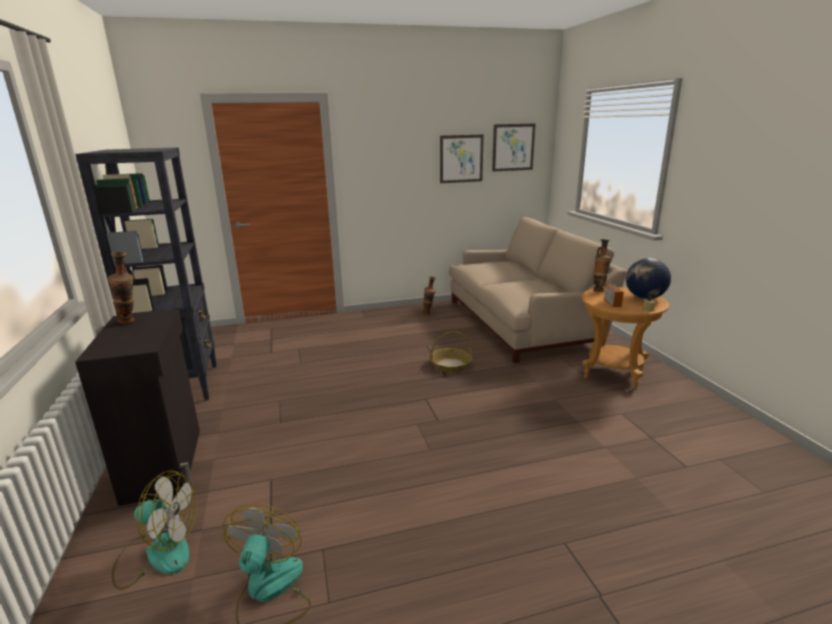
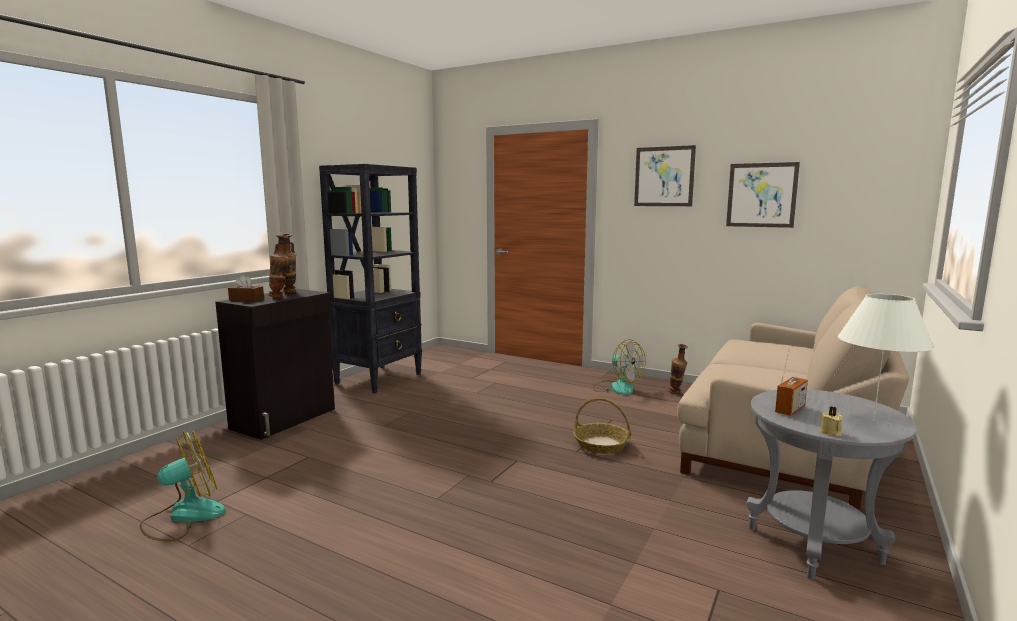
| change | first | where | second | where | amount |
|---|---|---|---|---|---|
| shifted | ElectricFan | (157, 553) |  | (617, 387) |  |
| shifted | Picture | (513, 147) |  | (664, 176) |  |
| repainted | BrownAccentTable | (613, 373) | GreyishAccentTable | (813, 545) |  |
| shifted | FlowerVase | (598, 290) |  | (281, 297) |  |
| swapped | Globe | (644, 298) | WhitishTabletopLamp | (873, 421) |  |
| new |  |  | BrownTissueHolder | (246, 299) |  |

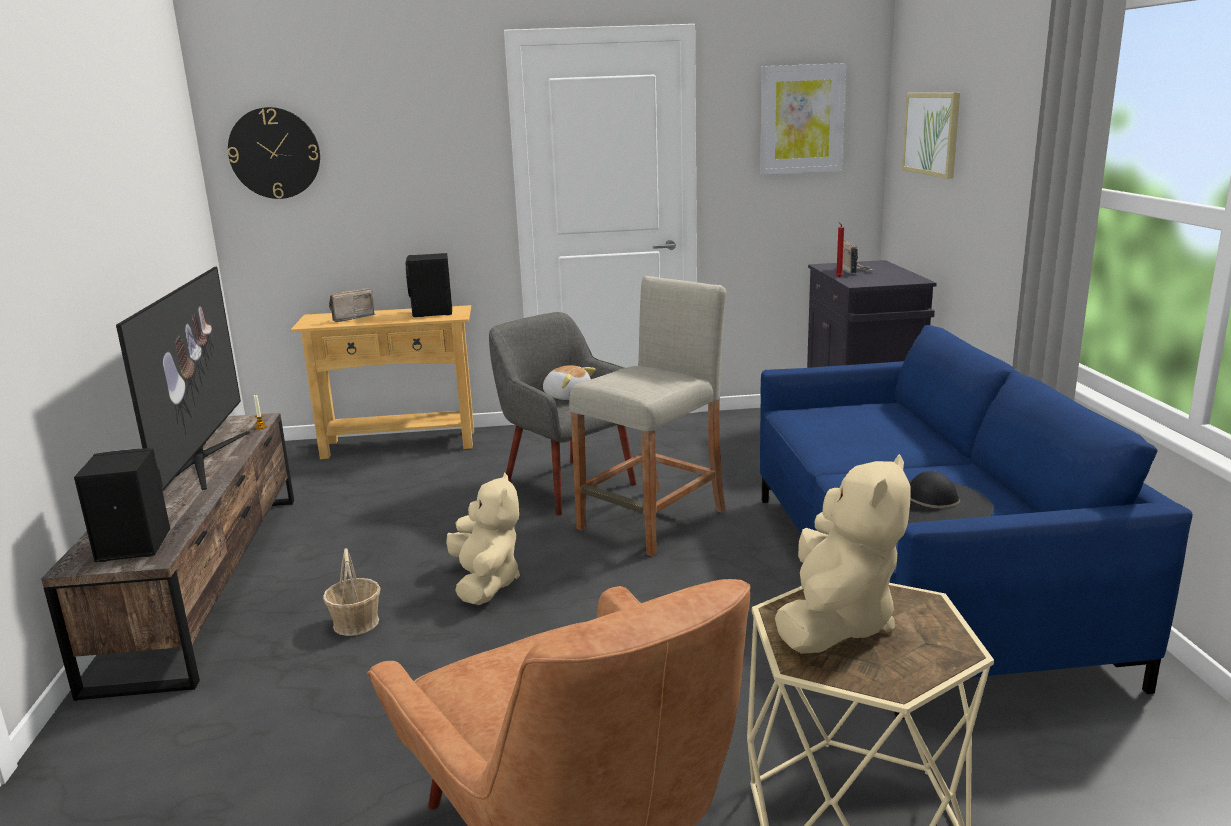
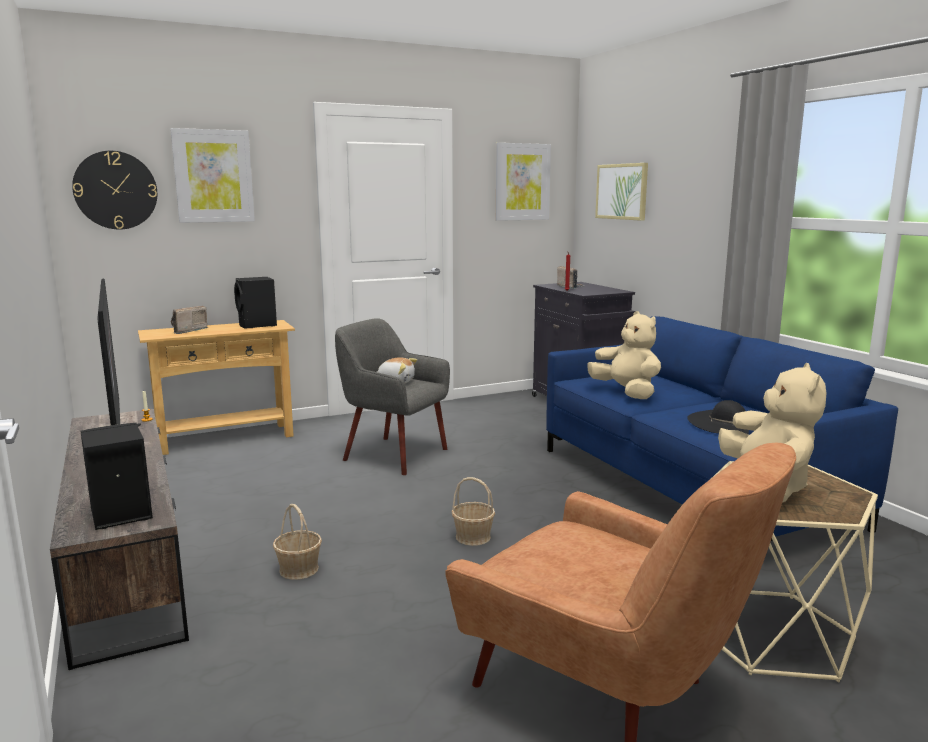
| change | first | where | second | where | amount |
|---|---|---|---|---|---|
| shifted | BeigeCuddlyToy | (485, 583) |  | (626, 392) |  |
| gone | BeigeStoolSeat | (653, 520) |  |  |  |
| new |  |  | Picture | (213, 176) |  |
| new |  |  | HouseholdBasket | (473, 537) |  |

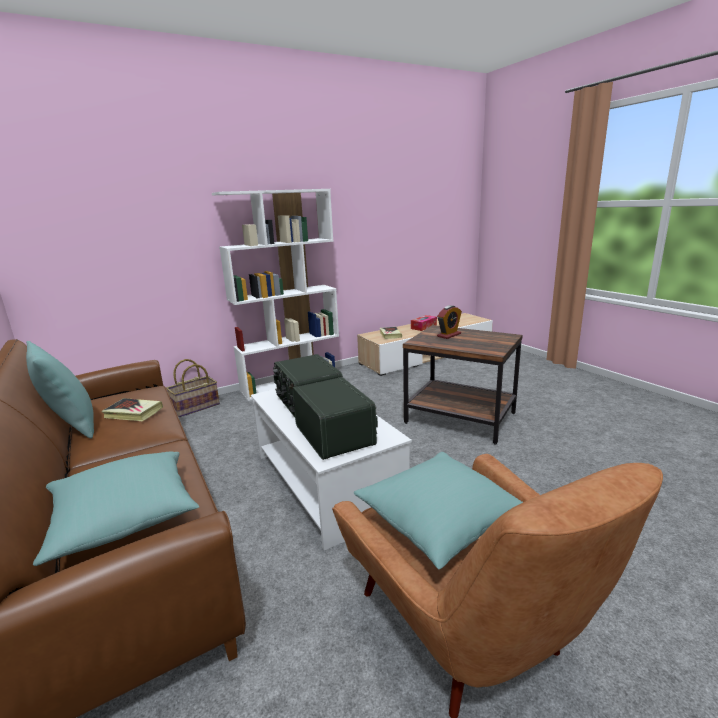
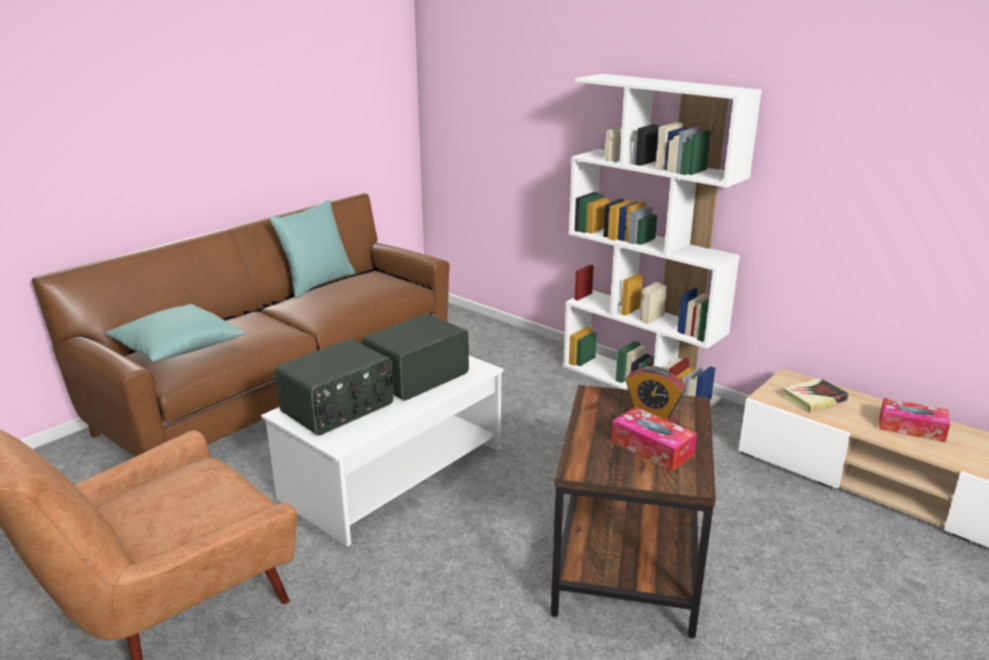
| change | first | where | second | where | amount |
|---|---|---|---|---|---|
| gone | BoundBook | (133, 413) |  |  |  |
| gone | HouseholdBasket | (195, 407) |  |  |  |
| gone | TurquoiseColouredThrowPillow | (440, 521) |  |  |  |
| new |  |  | TissueHolder | (652, 448) |  |

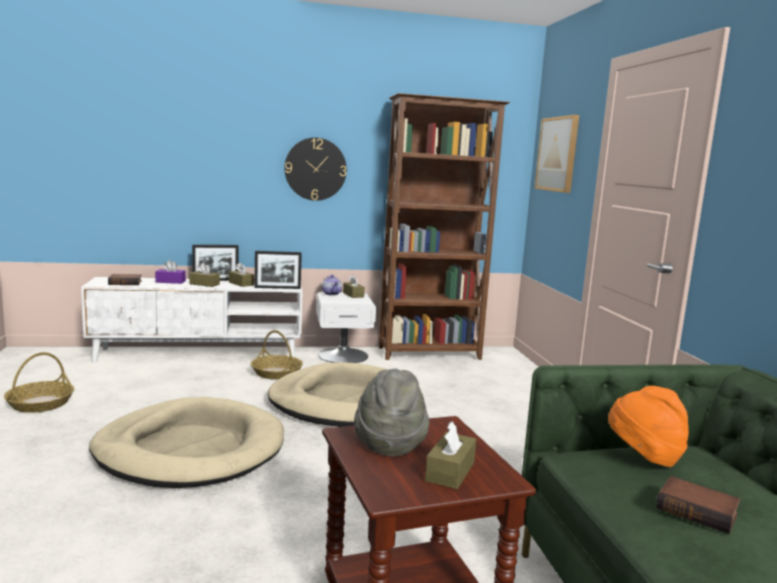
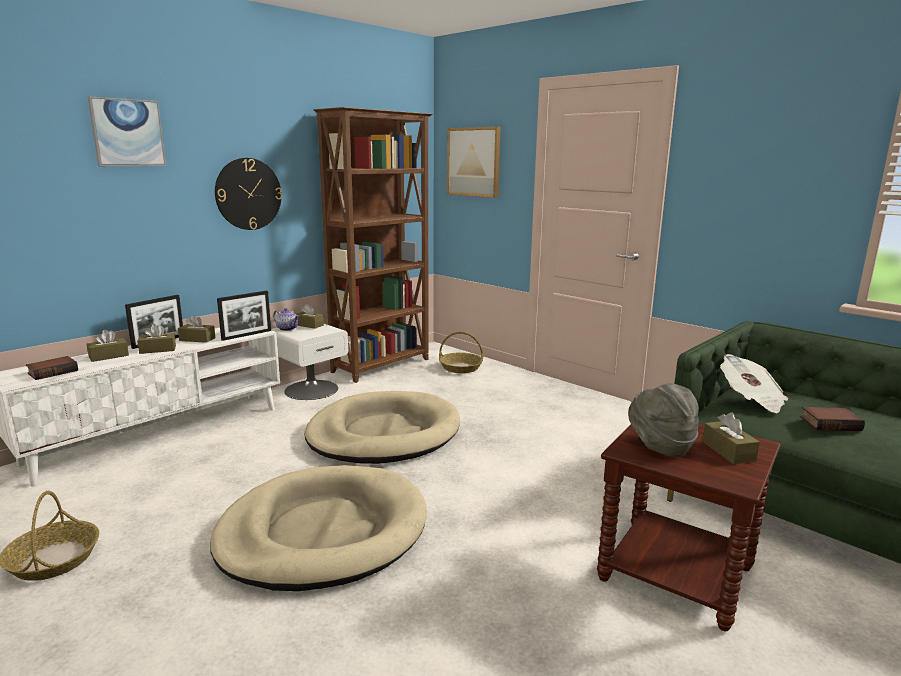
| change | first | where | second | where | amount |
|---|---|---|---|---|---|
| repainted | PurpleColouredTissueHolder | (170, 281) | BrownTissueHolder | (109, 356) |  |
| shifted | HouseholdBasket | (277, 373) |  | (461, 368) |  |
| swapped | OrangeClothingHat | (644, 456) | DailyPaper | (751, 400) |  |
| new |  |  | Picture | (127, 132) |  |

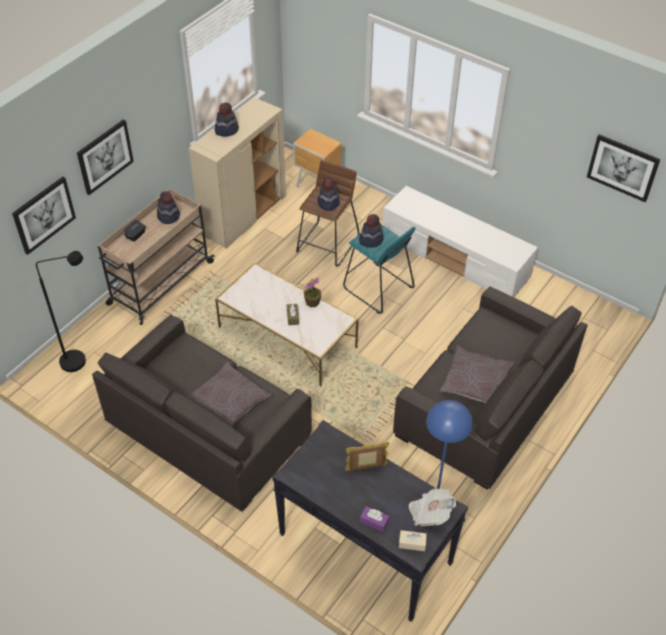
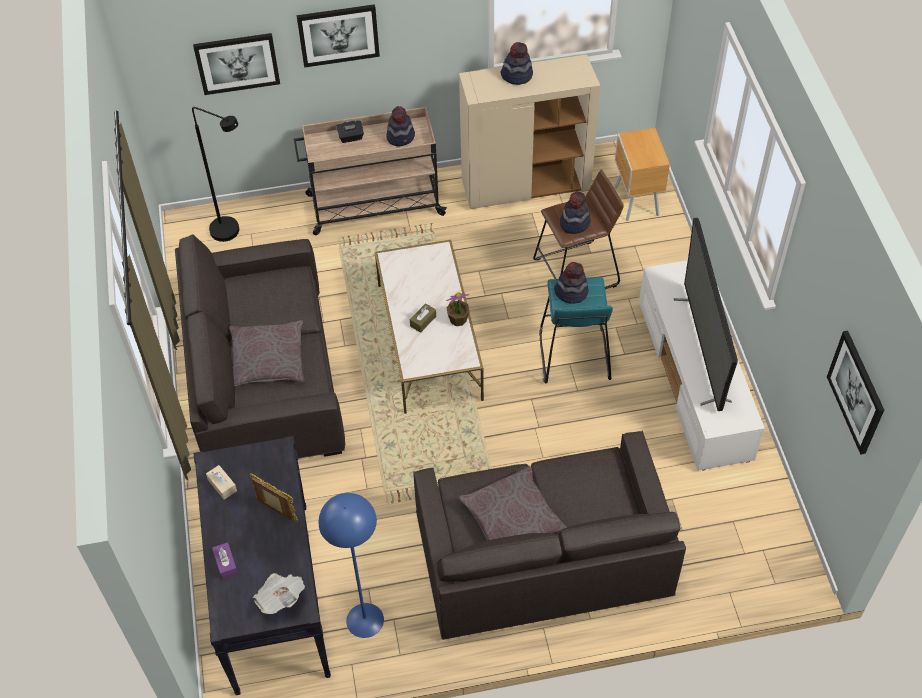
| change | first | where | second | where | amount |
|---|---|---|---|---|---|
| shifted | BeigeTissueHolder | (412, 543) |  | (222, 485) |  |
| new |  |  | Television | (702, 348) |  |

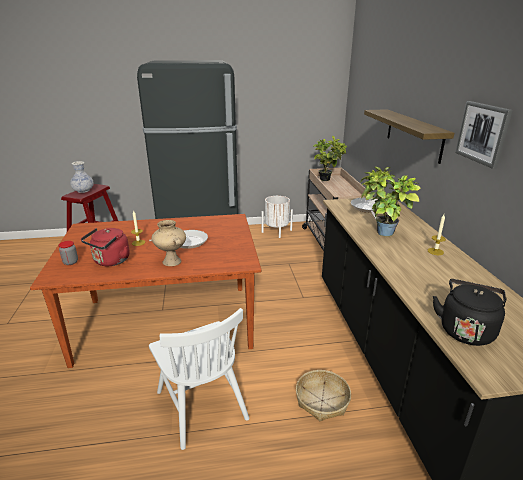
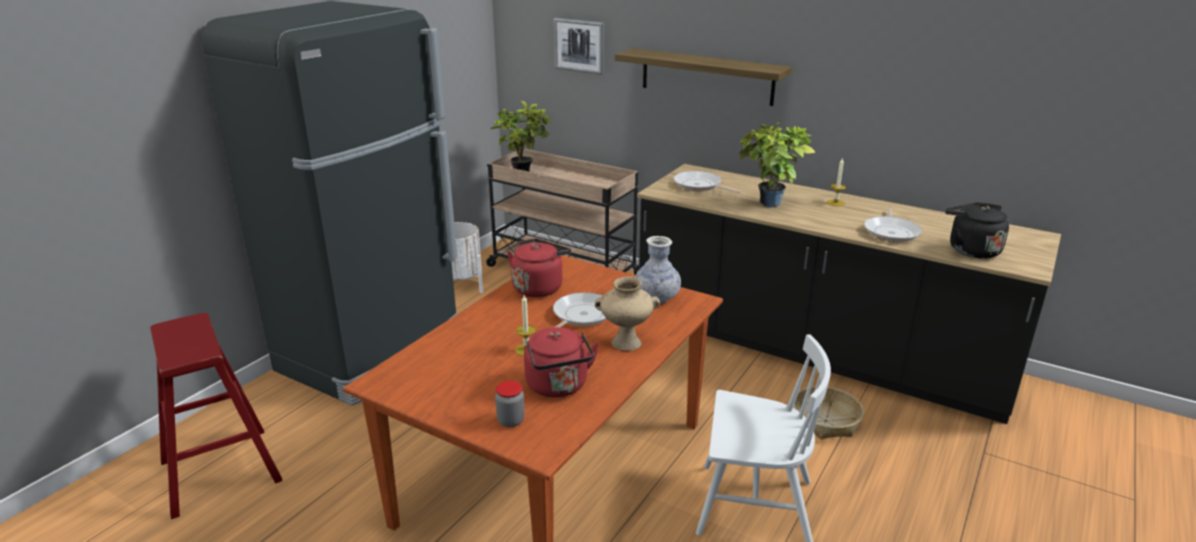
| change | first | where | second | where | amount |
|---|---|---|---|---|---|
| shifted | FlowerVase | (83, 191) |  | (657, 297) |  |
| shifted | Picture | (483, 133) |  | (580, 45) |  |
| new |  |  | RedColouredTeaKettle | (539, 287) |  |
| new |  |  | FryingPan | (891, 232) |  |

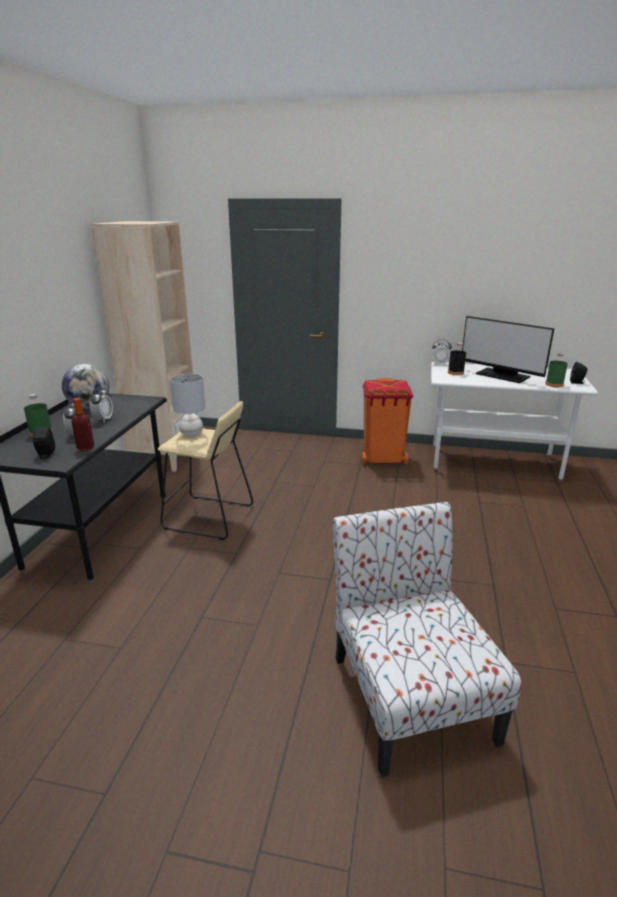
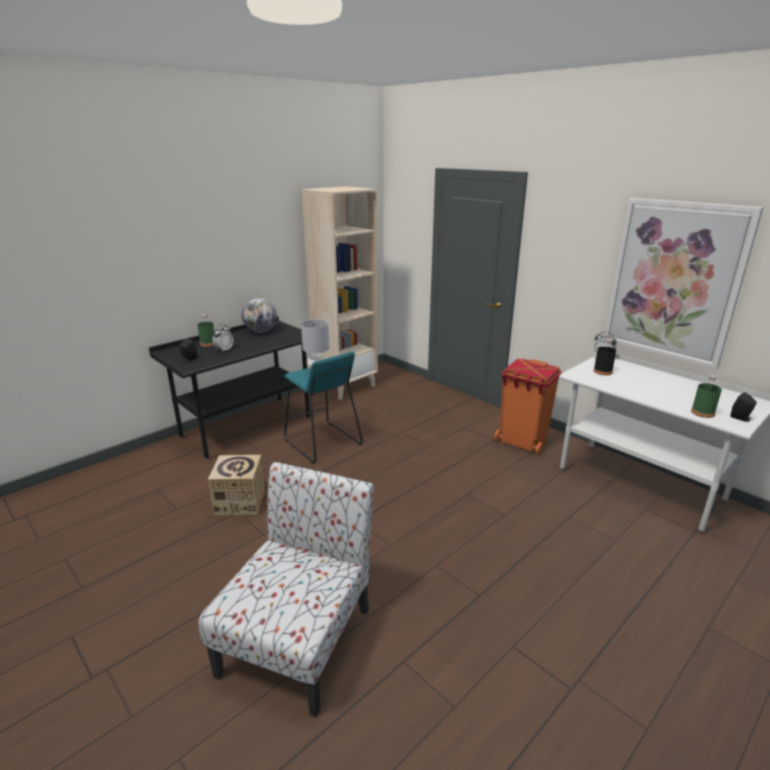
| change | first | where | second | where | amount |
|---|---|---|---|---|---|
| gone | Bottle | (85, 447) |  |  |  |
| gone | AlarmClock | (103, 419) |  |  |  |
| repainted | BeigeStoolSeat | (208, 517) | TurquoiseColouredStoolSeat | (322, 442) |  |
| gone | ComputerDisplay | (502, 375) |  |  |  |
| new |  |  | CardboardBox | (240, 501) |  |
| new |  |  | Picture | (674, 281) |  |

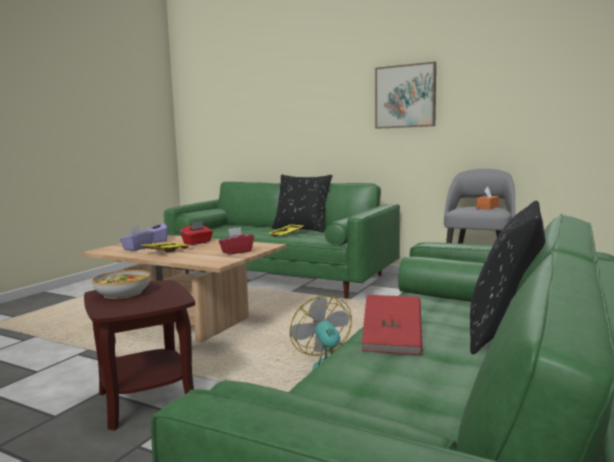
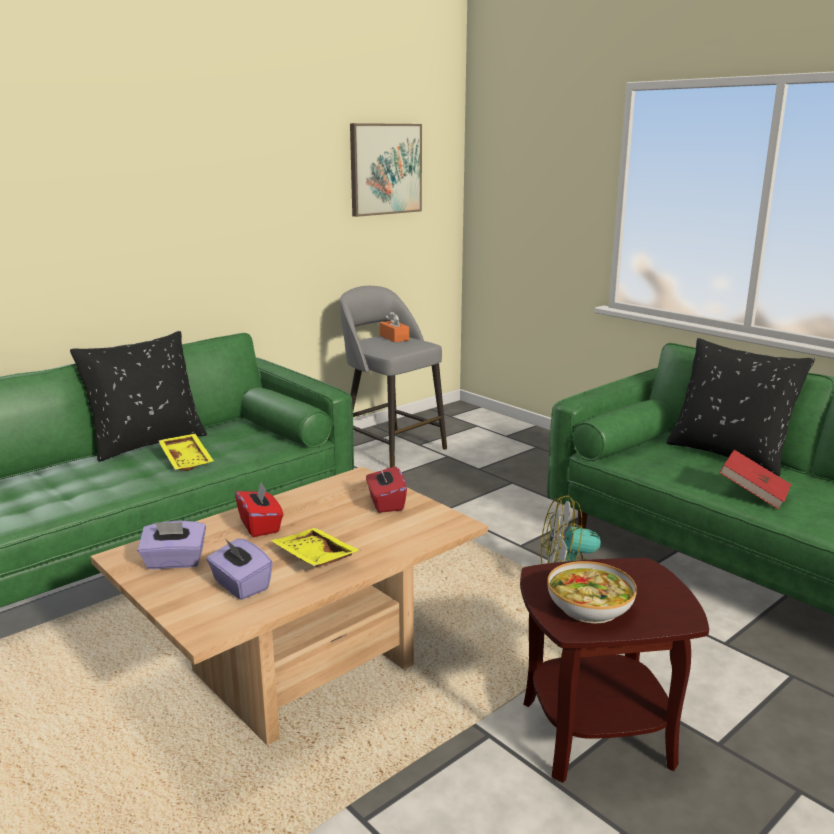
| change | first | where | second | where | amount |
|---|---|---|---|---|---|
| shifted | Picture | (405, 96) |  | (385, 169) |  |

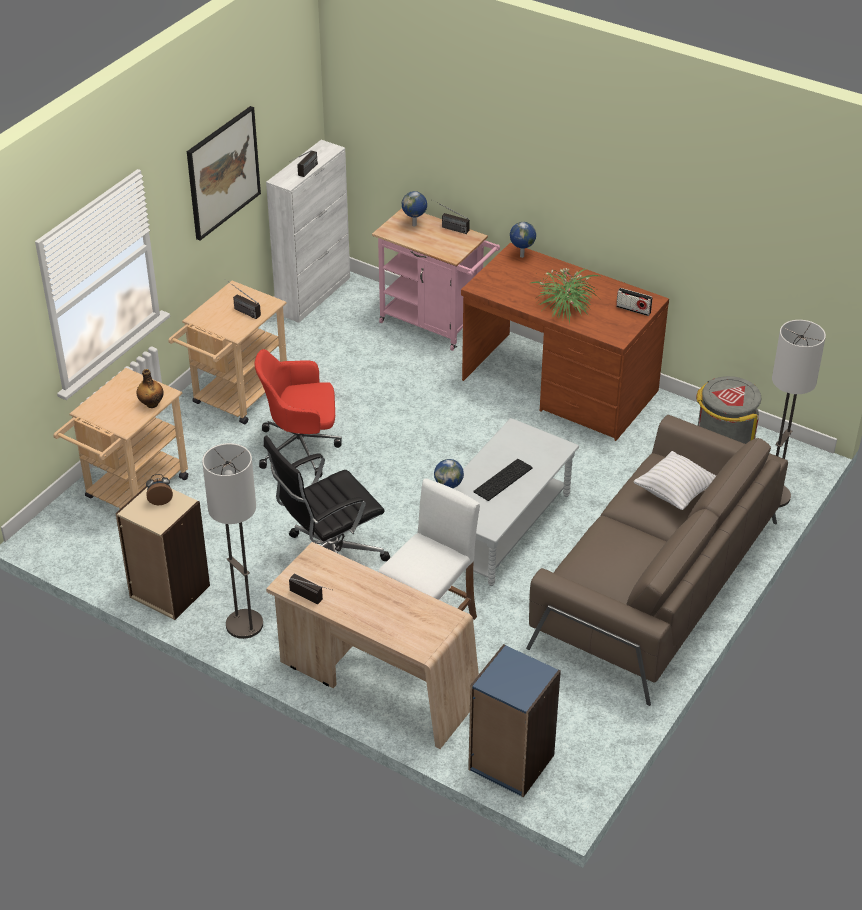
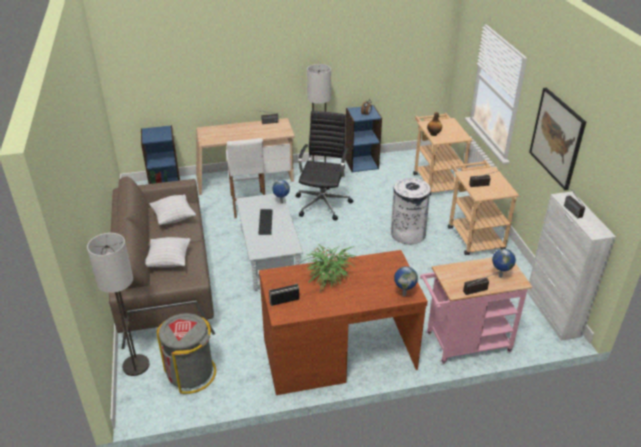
| change | first | where | second | where | amount |
|---|---|---|---|---|---|
| repainted | BeigeBookshelf | (169, 592) | BlueBookshelf | (361, 163) |  |
| swapped | RedColouredComputerChair | (301, 448) | WhitishRubbishBin | (407, 234) |  |
| new |  |  | WhitishThrowPillow | (173, 218) |  |

